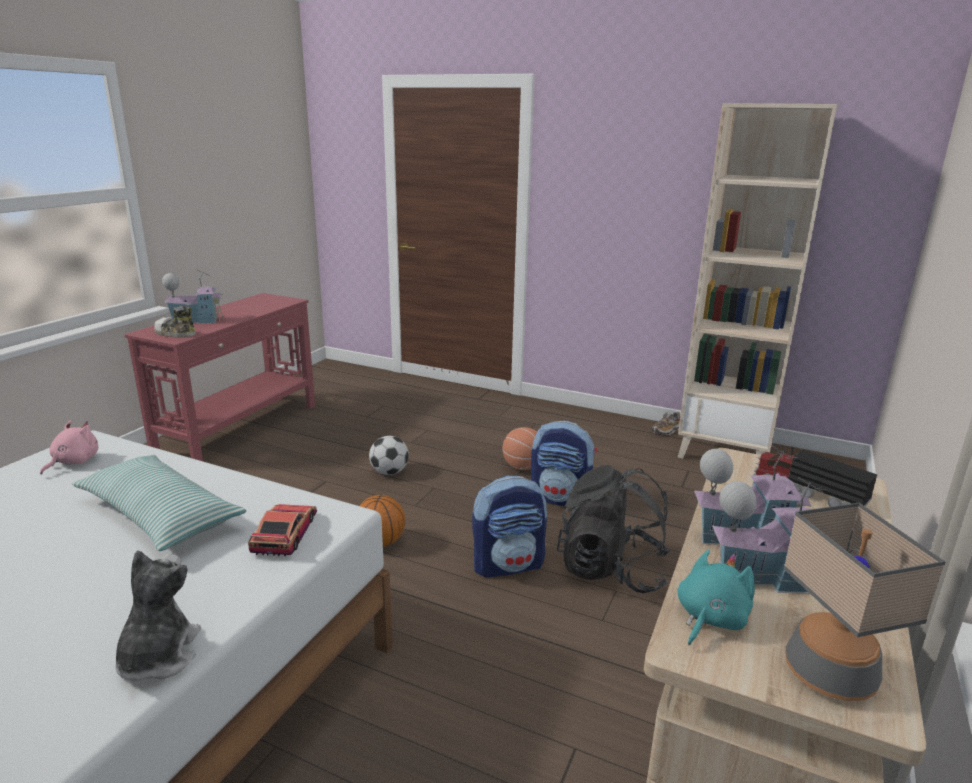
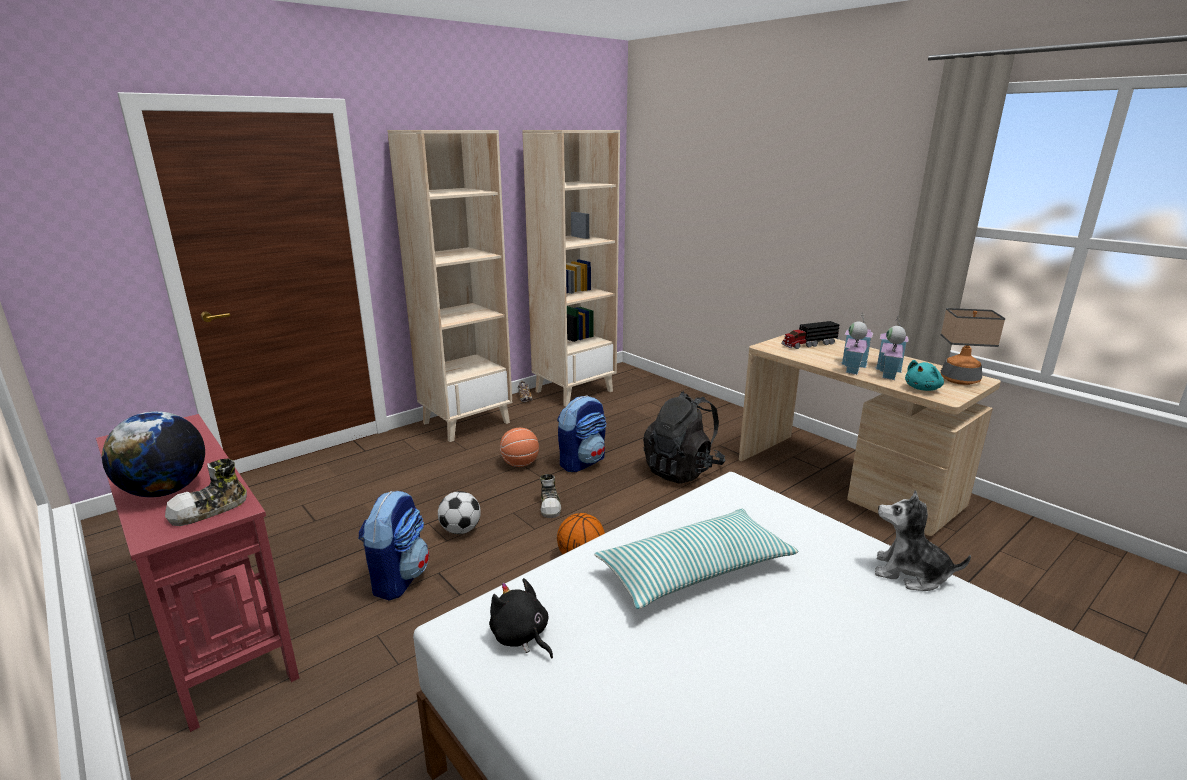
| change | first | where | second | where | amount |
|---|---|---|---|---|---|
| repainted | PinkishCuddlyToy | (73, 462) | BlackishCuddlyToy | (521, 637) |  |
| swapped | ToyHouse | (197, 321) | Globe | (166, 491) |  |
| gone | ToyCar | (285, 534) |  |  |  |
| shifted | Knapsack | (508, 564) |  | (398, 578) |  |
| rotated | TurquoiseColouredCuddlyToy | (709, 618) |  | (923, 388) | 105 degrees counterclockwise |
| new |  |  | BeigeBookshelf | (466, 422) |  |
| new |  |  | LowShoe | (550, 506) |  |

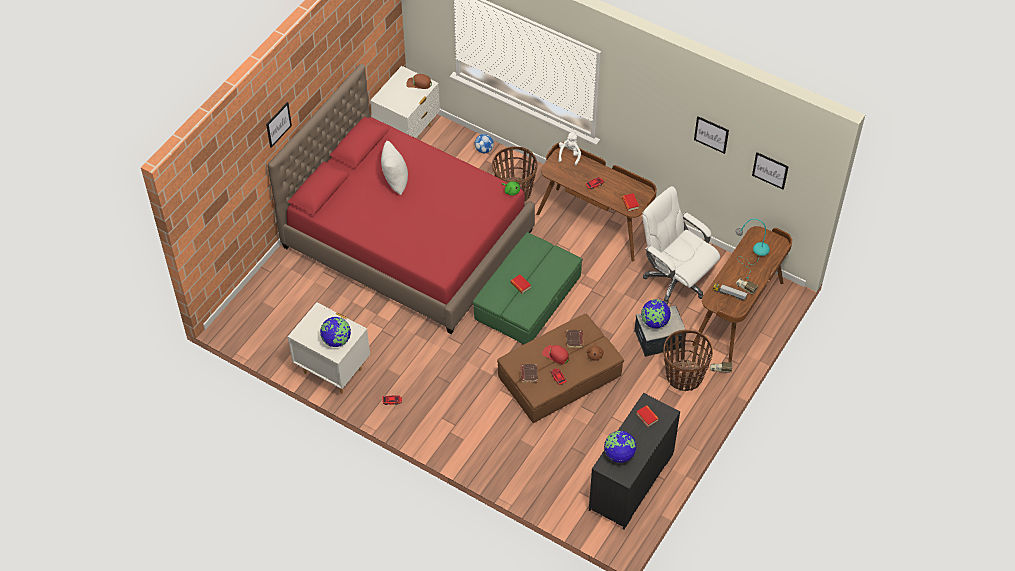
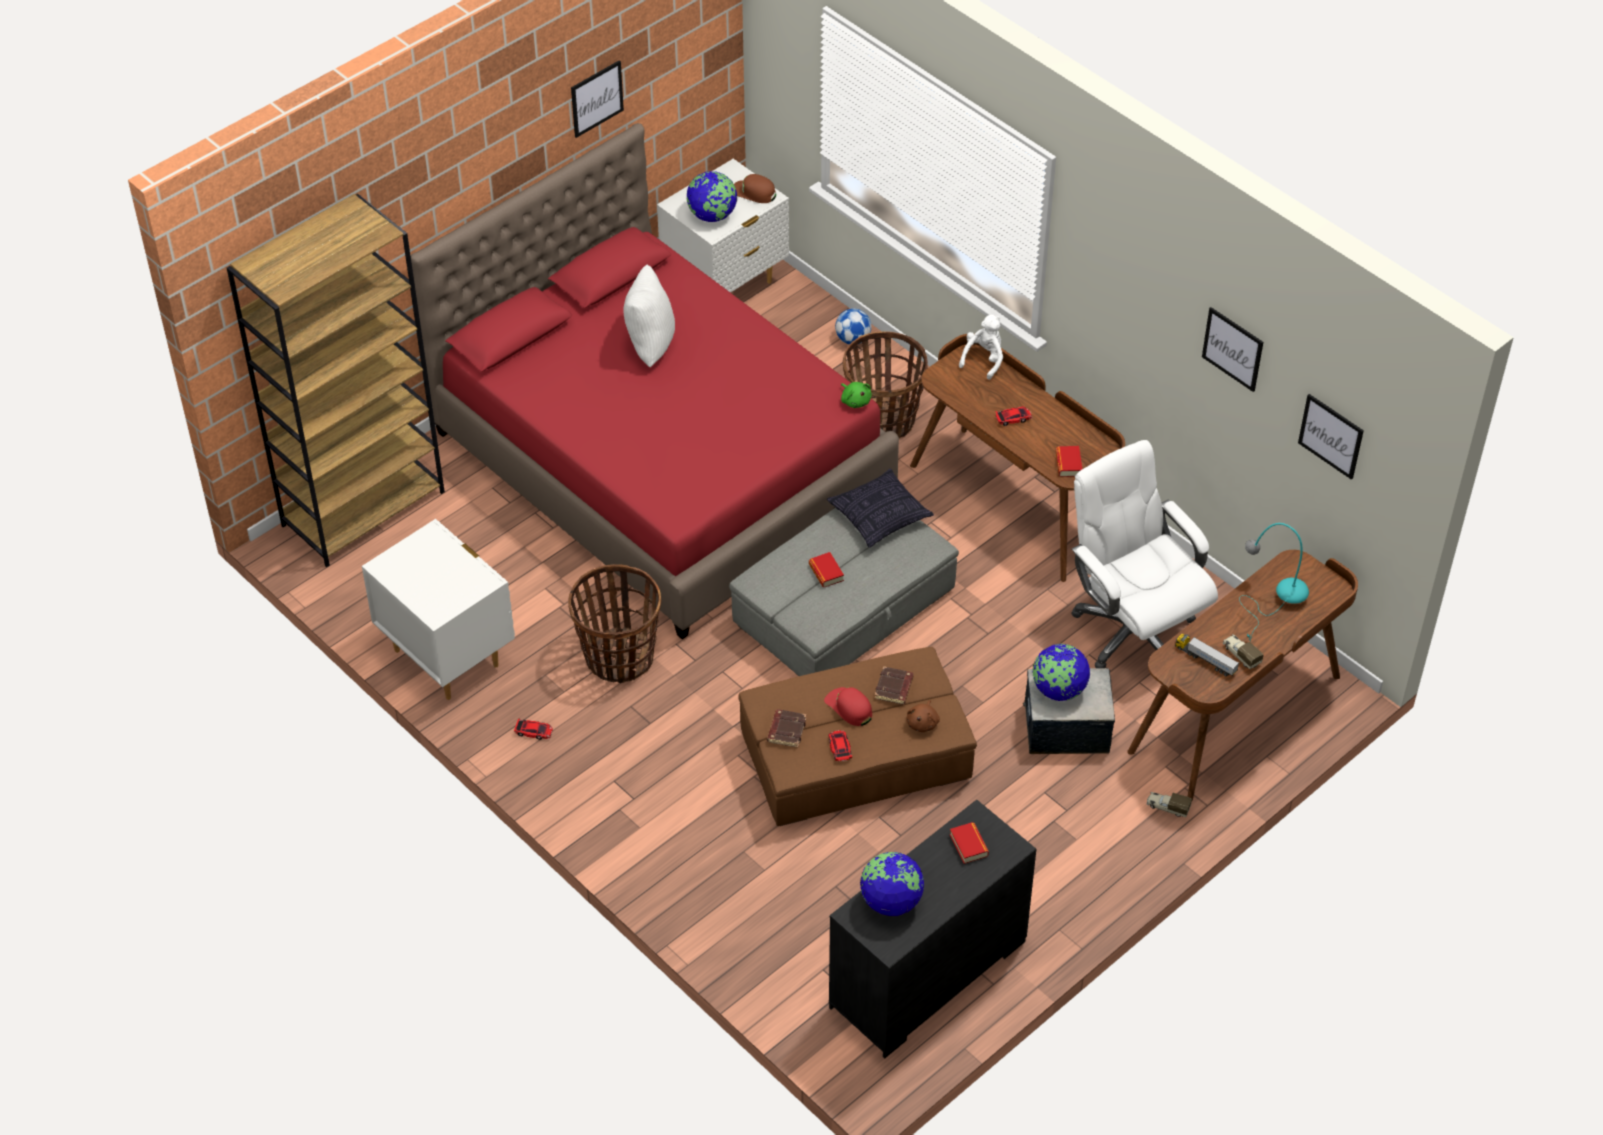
| change | first | where | second | where | amount |
|---|---|---|---|---|---|
| shifted | Picture | (278, 124) |  | (596, 98) |  |
| shifted | Globe | (336, 340) |  | (712, 215) |  |
| repainted | GreenColouredPouffe | (528, 299) | GreyishPouffe | (844, 608) |  |
| shifted | HouseholdBasket | (684, 376) |  | (618, 657) |  |
| new |  |  | BrownBookshelf | (363, 508) |  |
| new |  |  | ThrowPillow | (880, 517) |  |

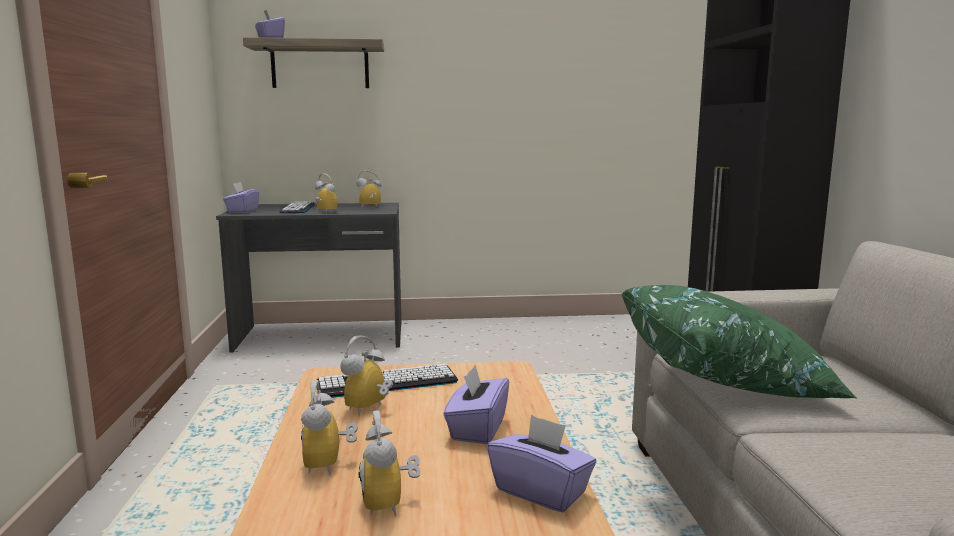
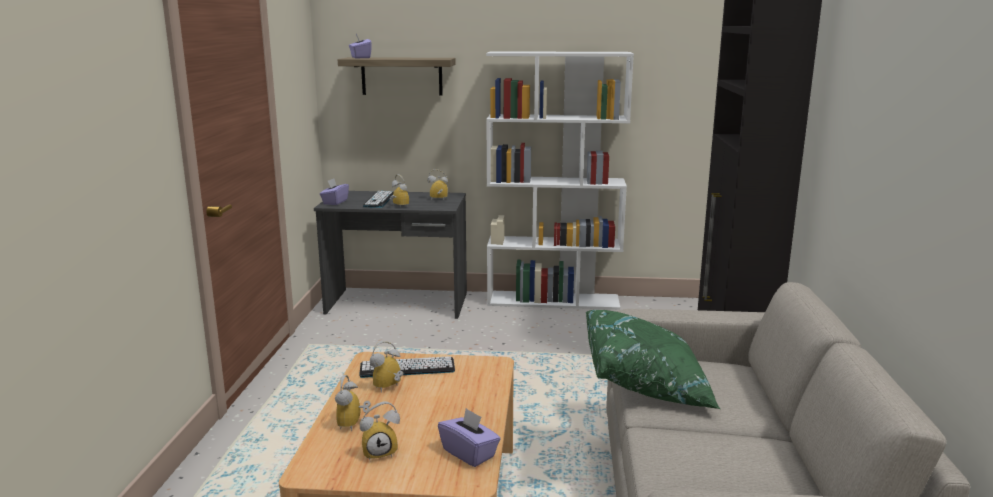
| change | first | where | second | where | amount |
|---|---|---|---|---|---|
| rotated | AlarmClock | (391, 504) |  | (380, 452) | 105 degrees counterclockwise |
| gone | PurpleColouredTissueHolder | (477, 429) |  |  |  |
| new |  |  | WhitishBookshelf | (554, 300) |  |

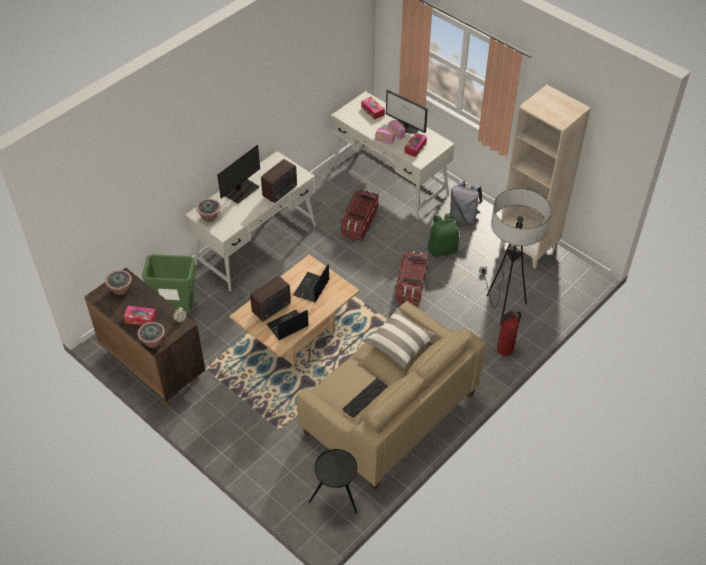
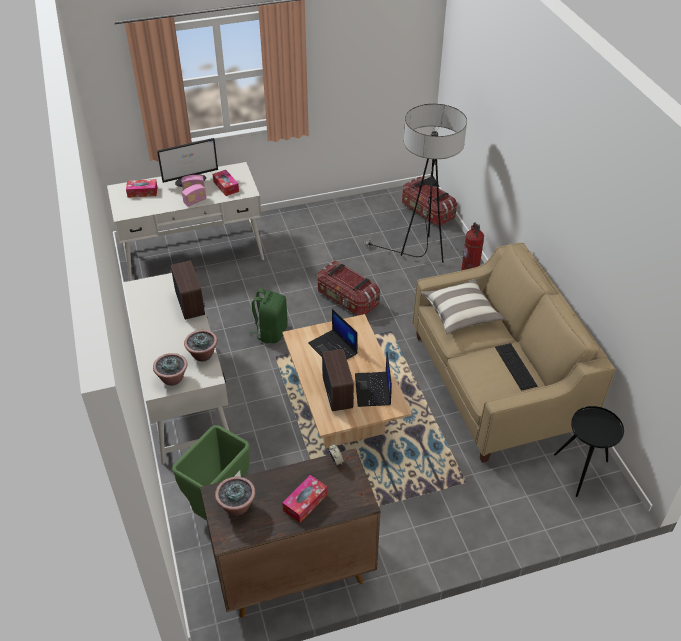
| change | first | where | second | where | amount |
|---|---|---|---|---|---|
| shifted | PottedPlant | (153, 342) |  | (202, 355) |  |
| gone | ComputerDisplay | (240, 190) |  |  |  |
| shifted | StorageBox | (359, 223) |  | (427, 212) |  |
| shifted | GreenColouredKnapsack | (442, 249) |  | (271, 332) |  |
| gone | GreyishKnapsack | (463, 217) |  |  |  |
| gone | BeigeBookshelf | (528, 247) |  |  |  |

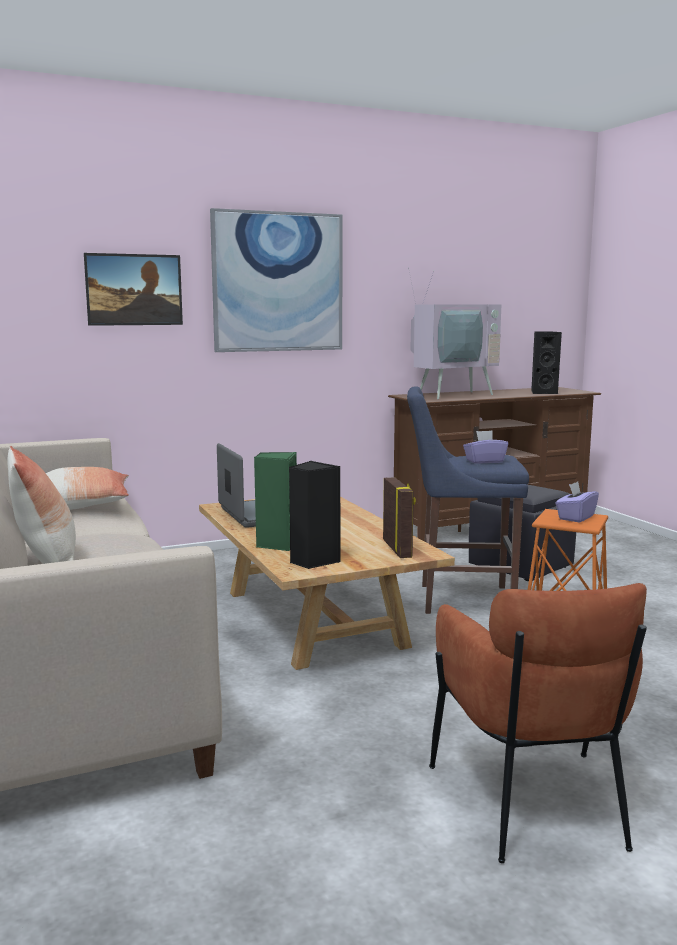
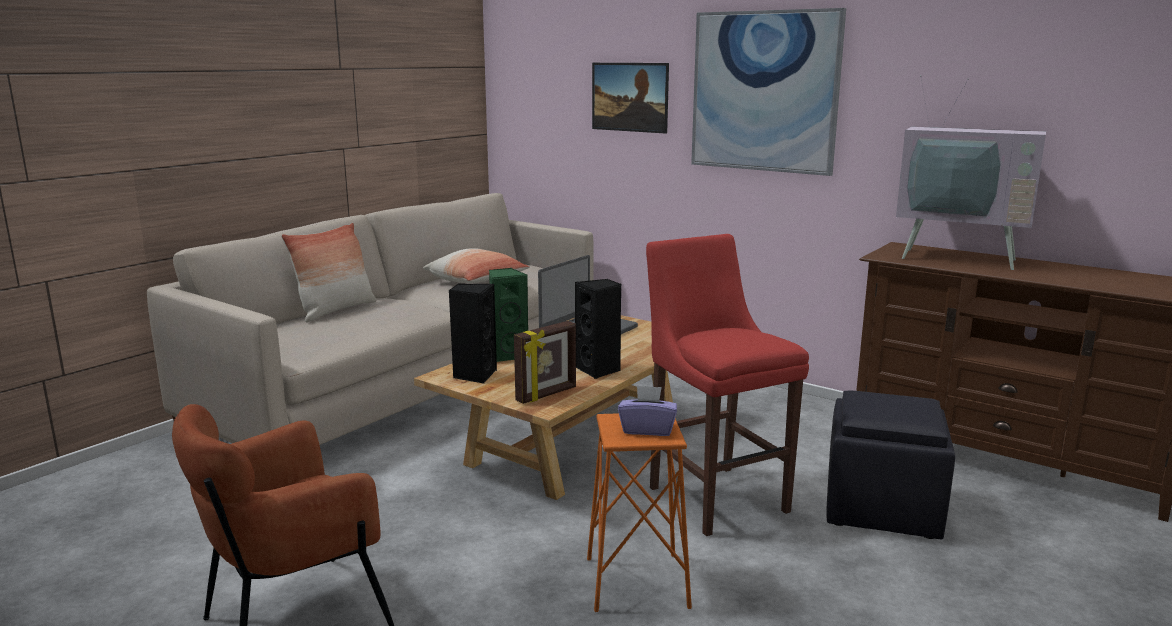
| change | first | where | second | where | amount |
|---|---|---|---|---|---|
| repainted | BlueStoolSeat | (460, 599) | RedColouredStoolSeat | (714, 496) |  |
| gone | PurpleColouredTissueHolder | (484, 461) |  |  |  |
| shifted | BlackishLoudspeaker | (542, 392) |  | (599, 370) |  |

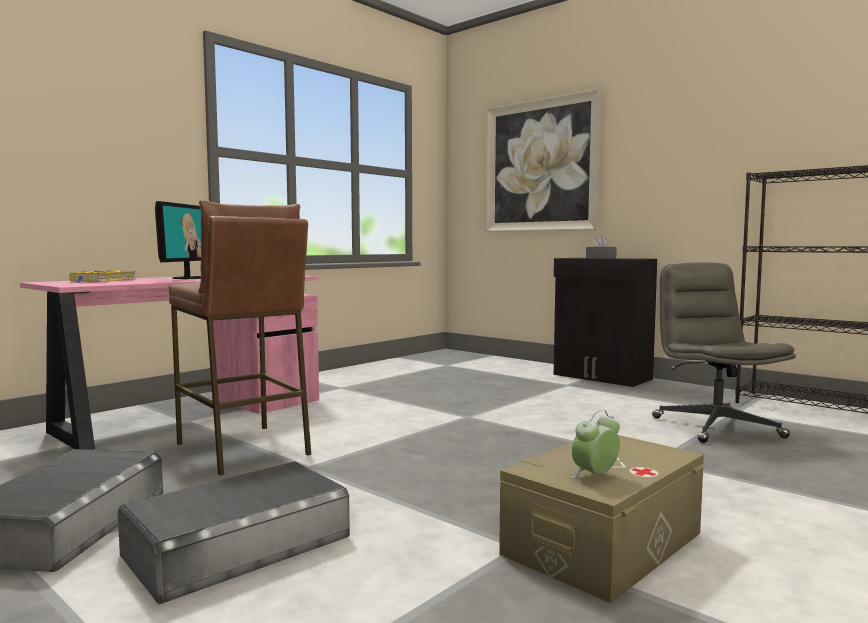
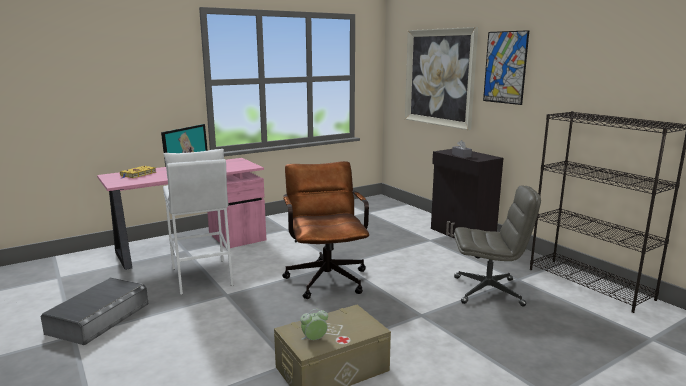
| change | first | where | second | where | amount |
|---|---|---|---|---|---|
| gone | GreyishStorageBox | (238, 545) |  |  |  |
| repainted | BrownStoolSeat | (243, 449) | WhitishStoolSeat | (202, 277) |  |
| rotated | GreyishComputerChair | (715, 427) |  | (489, 291) | 90 degrees clockwise |
| new |  |  | BrownComputerChair | (326, 276) |  |
| new |  |  | Picture | (505, 67) |  |

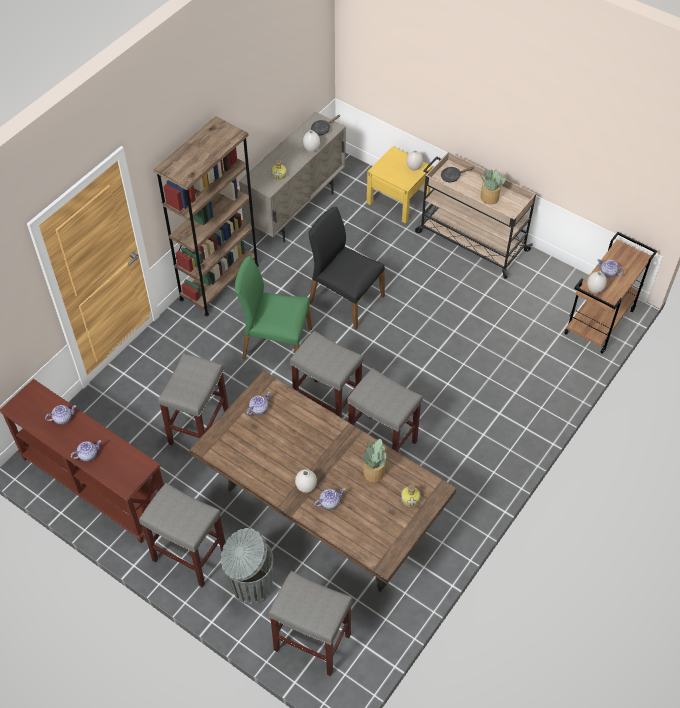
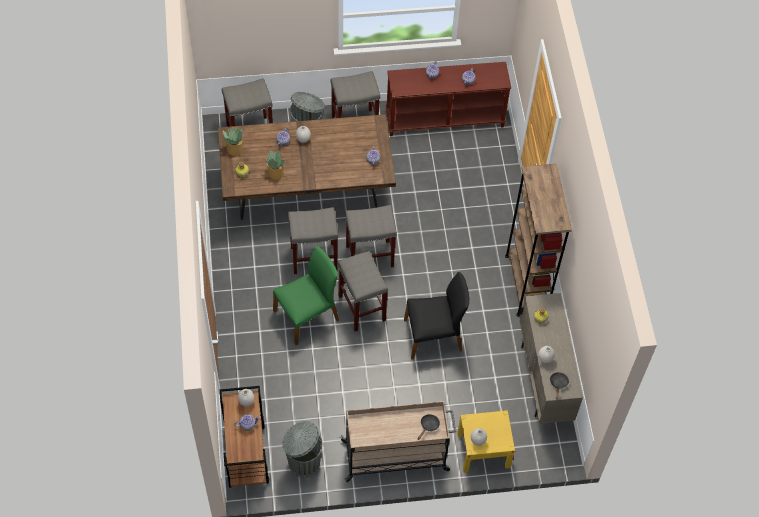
| change | first | where | second | where | amount |
|---|---|---|---|---|---|
| shifted | GreyishStoolSeat | (199, 427) |  | (362, 308) |  |
| shifted | GreenColouredPlainChair | (276, 344) |  | (307, 316) |  |
| shifted | PottedPlant | (489, 198) |  | (234, 149) |  |
| new |  |  | GreyishRubbishBin | (303, 462) |  |

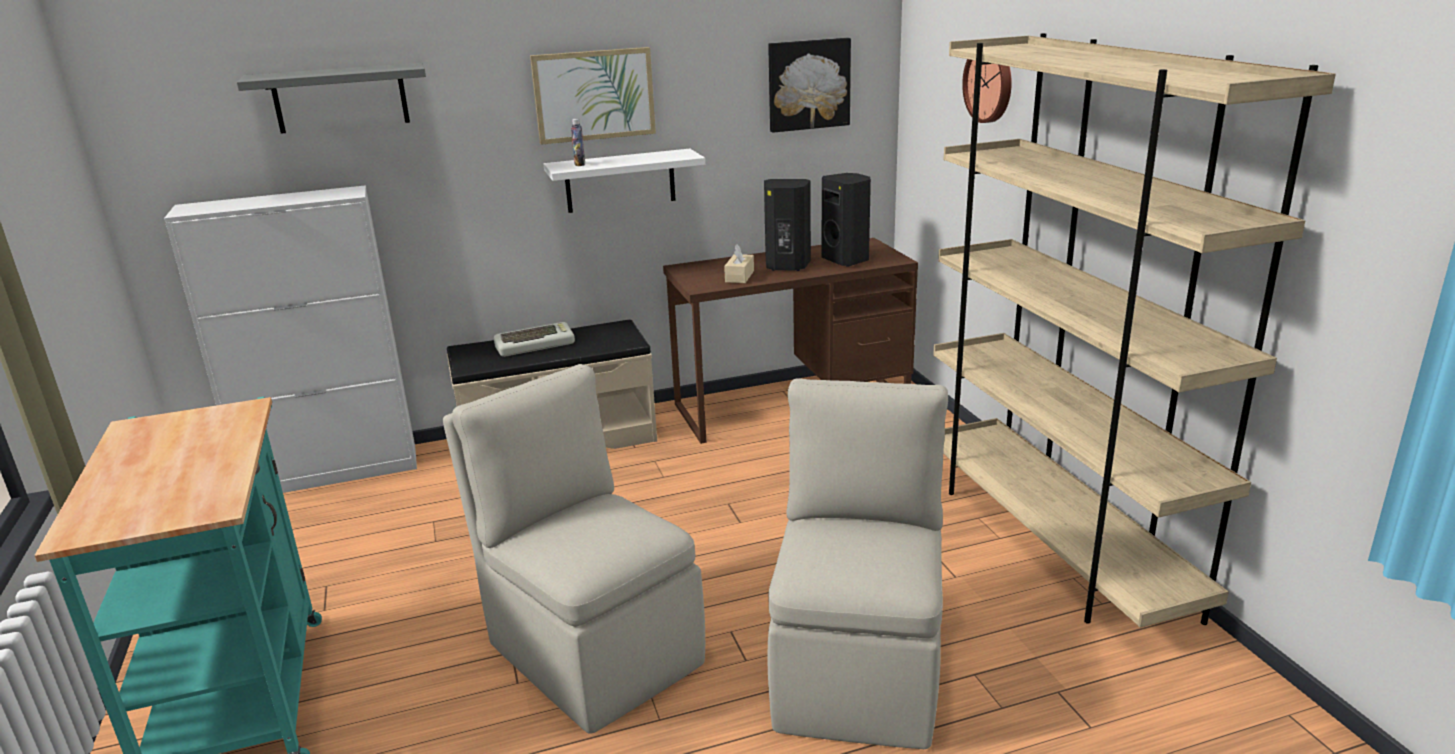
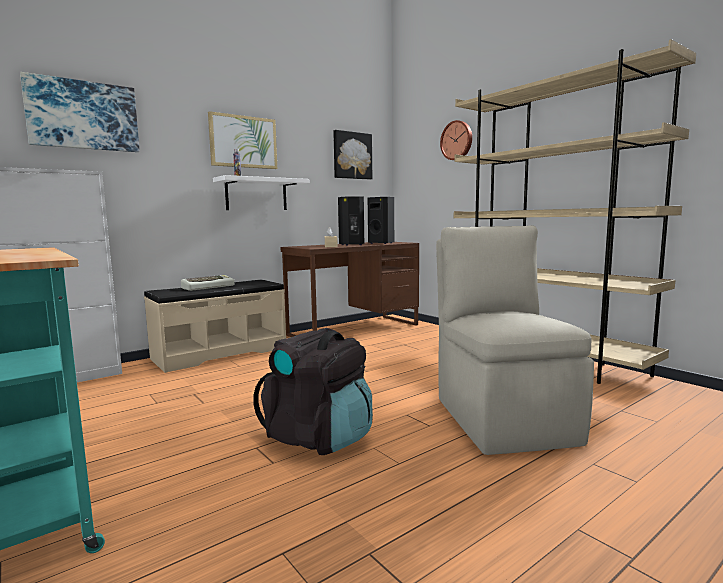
| change | first | where | second | where | amount |
|---|---|---|---|---|---|
| swapped | GreyishShelf | (340, 98) | Picture | (83, 115) |  |
| swapped | BeigePlainChair | (592, 650) | BlackishKnapsack | (318, 437) |  |

